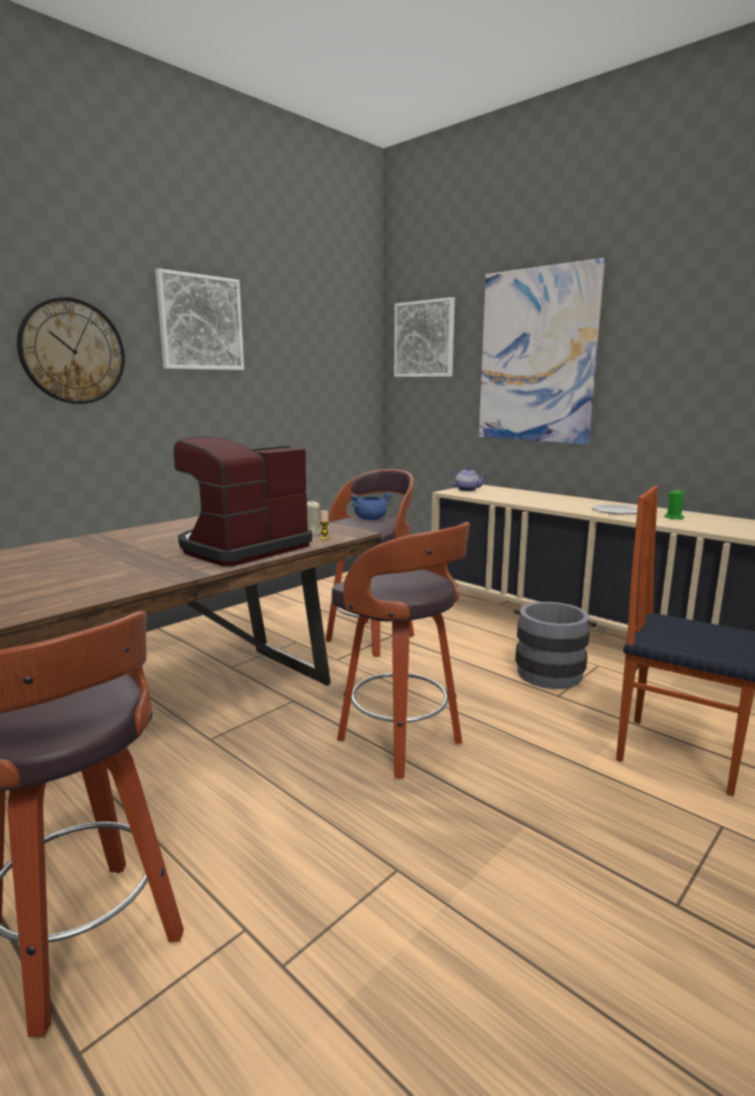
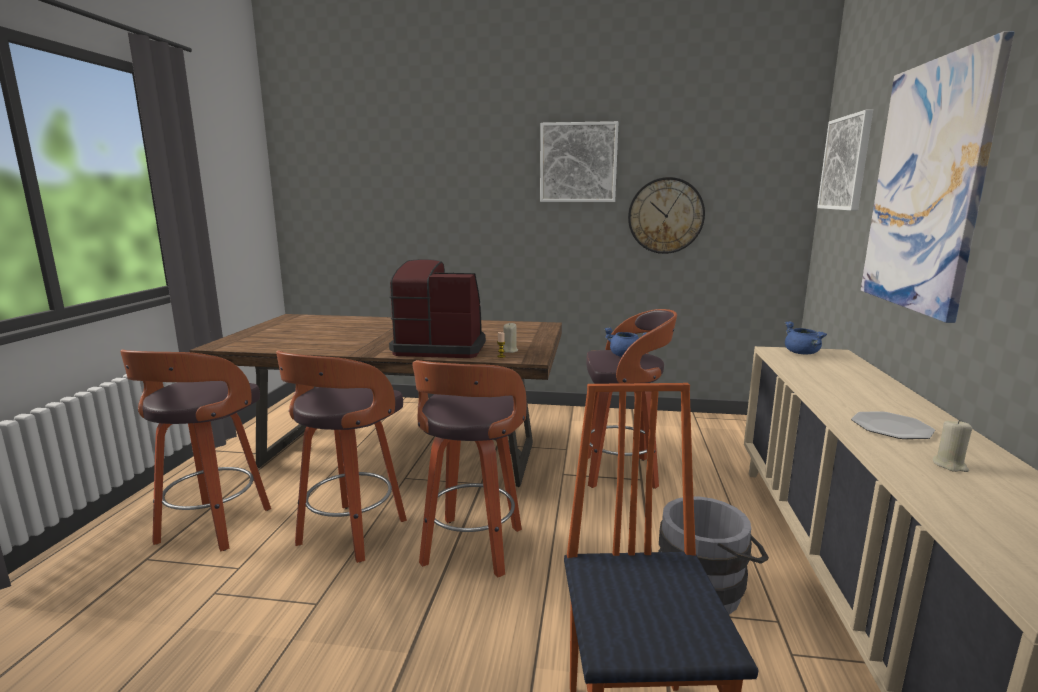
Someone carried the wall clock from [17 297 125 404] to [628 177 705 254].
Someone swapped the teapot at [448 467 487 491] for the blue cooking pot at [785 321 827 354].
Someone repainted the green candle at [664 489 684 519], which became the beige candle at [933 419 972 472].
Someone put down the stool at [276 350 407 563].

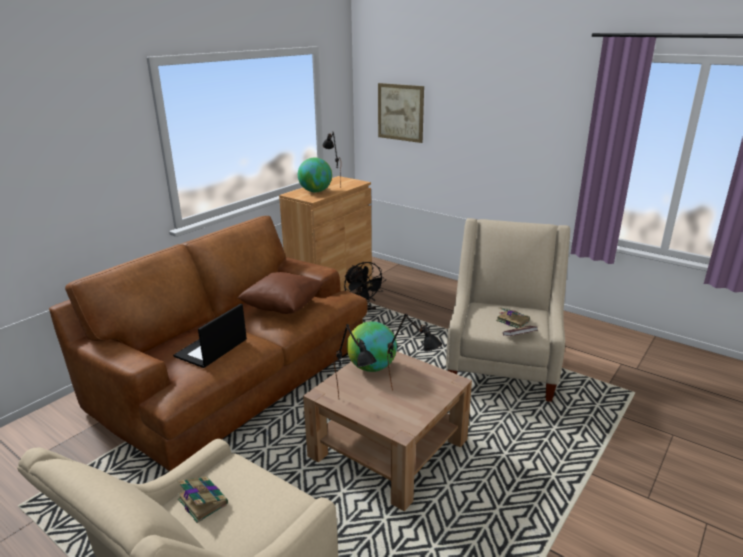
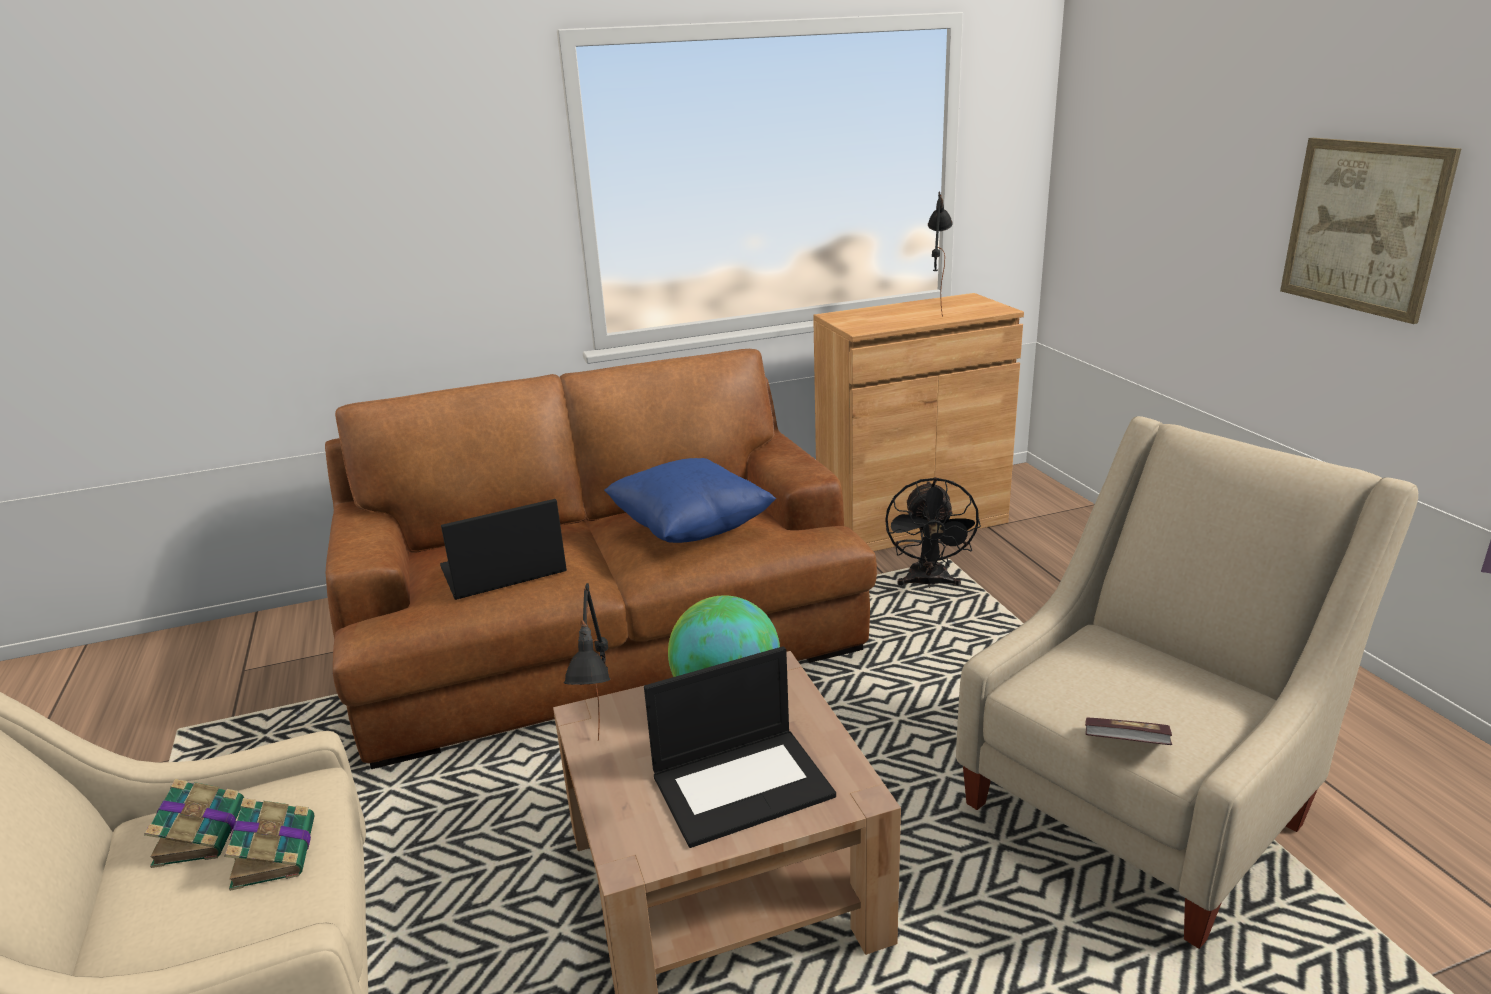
Someone repainted the brown pillow at [238 272 323 314], which became the blue pillow at [604 458 776 543].
Someone took away the globe at [298 157 332 192].
Someone carried the picture from [378 83 424 143] to [1280 138 1461 324].
Someone swapped the black table lamp at [387 314 442 390] for the laptop at [644 646 836 848].
Someone carried the book from [496 307 530 328] to [224 798 315 891].

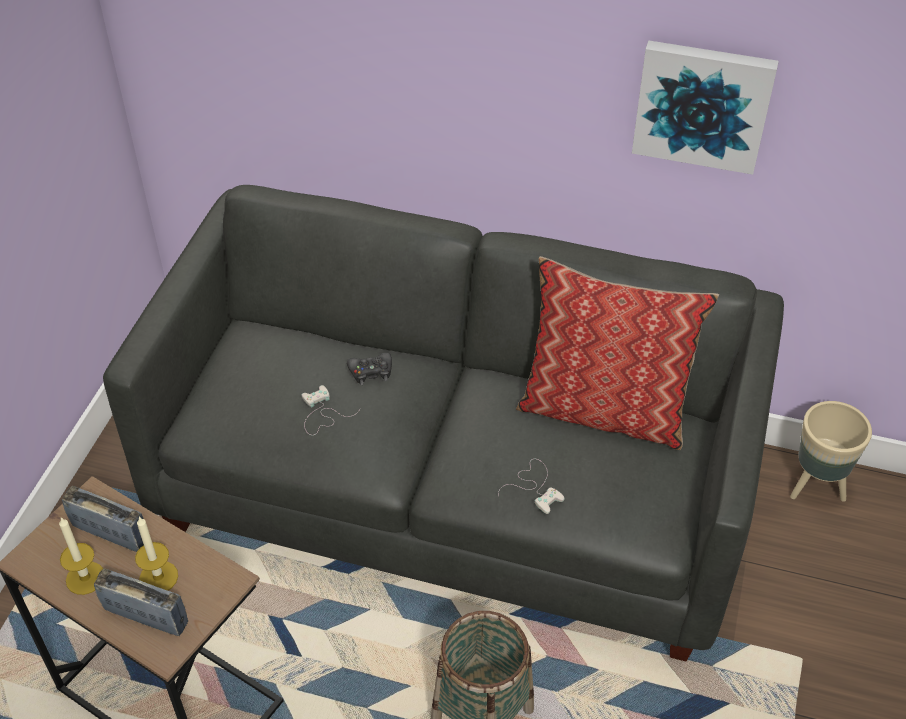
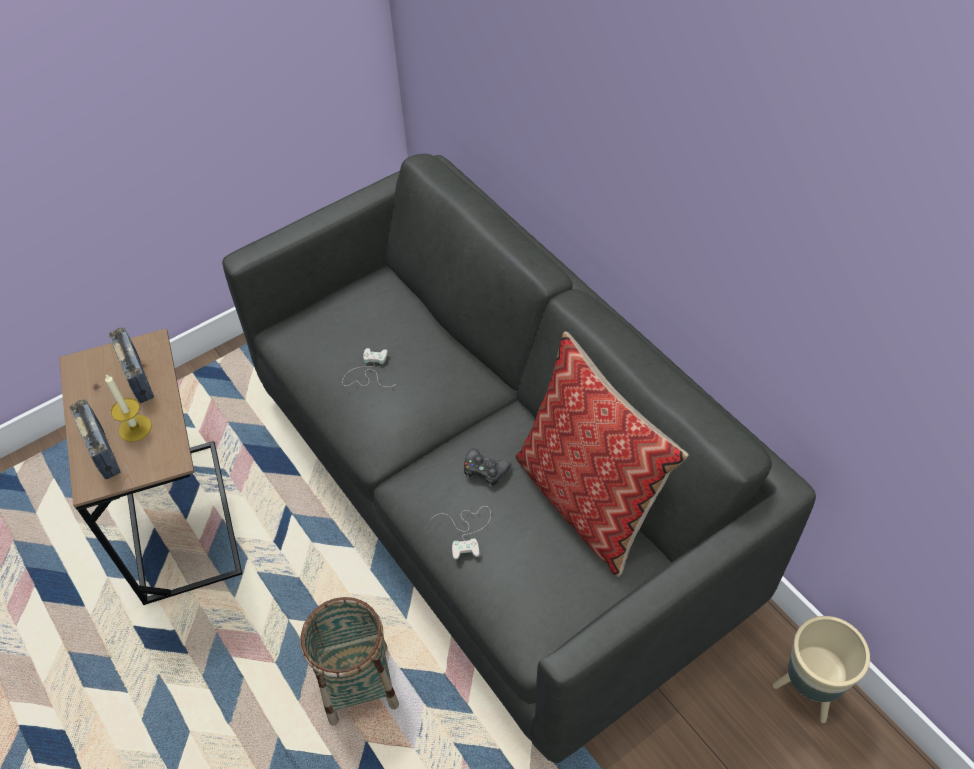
Someone took away the candle at [59 517 103 595].
Someone carried the black game controller from [347 353 392 385] to [464 448 512 488].
Someone took away the picture at [632 40 779 175].

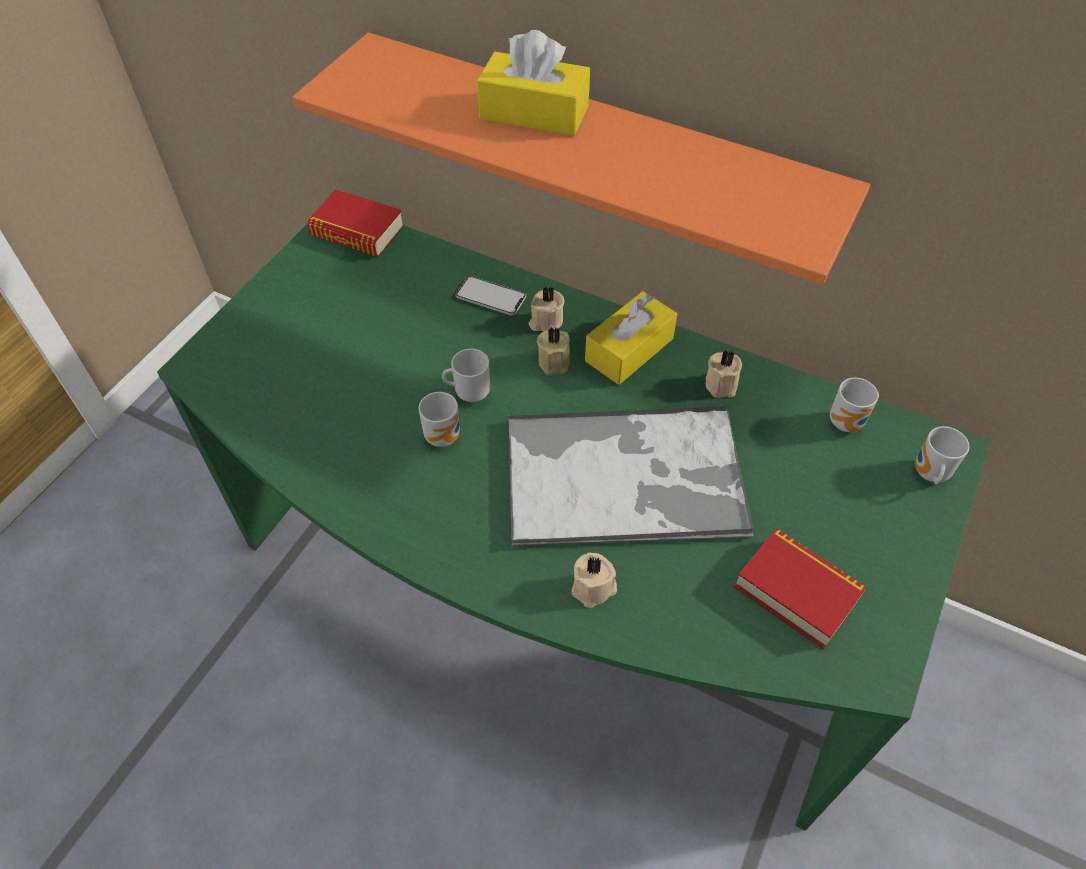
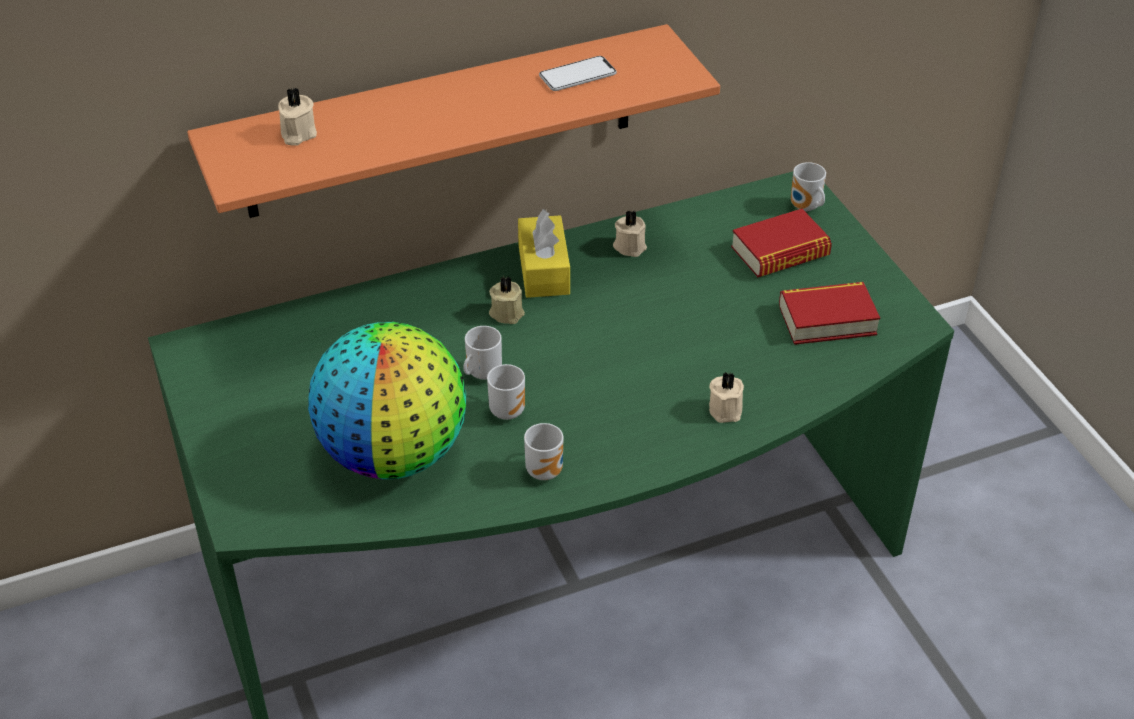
Someone carried the book from [307 189 404 257] to [731 209 832 277].
Someone carried the phone from [455 276 526 315] to [539 56 617 91].
Someone took away the yellow tissue box at [477 30 590 136].
Someone took away the tray at [507 406 755 546].
Someone carried the beige candle from [529 286 564 331] to [278 87 317 146].
Someone carried the mug from [830 378 879 432] to [524 423 563 480].
Someone put down the globe at [308 322 466 479].

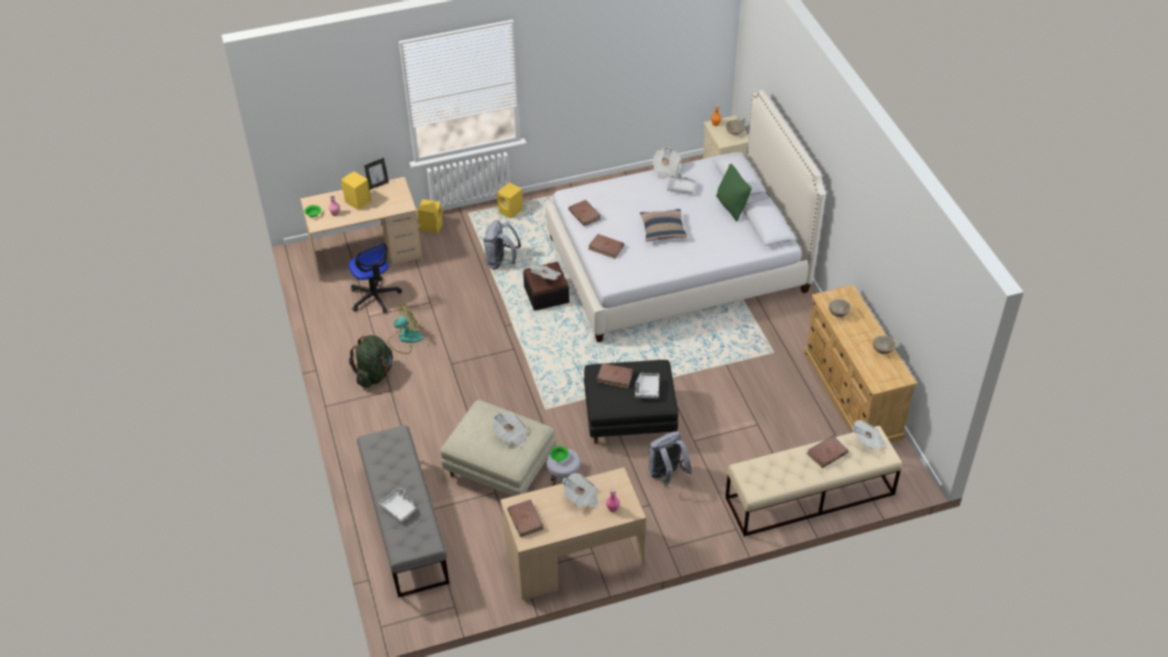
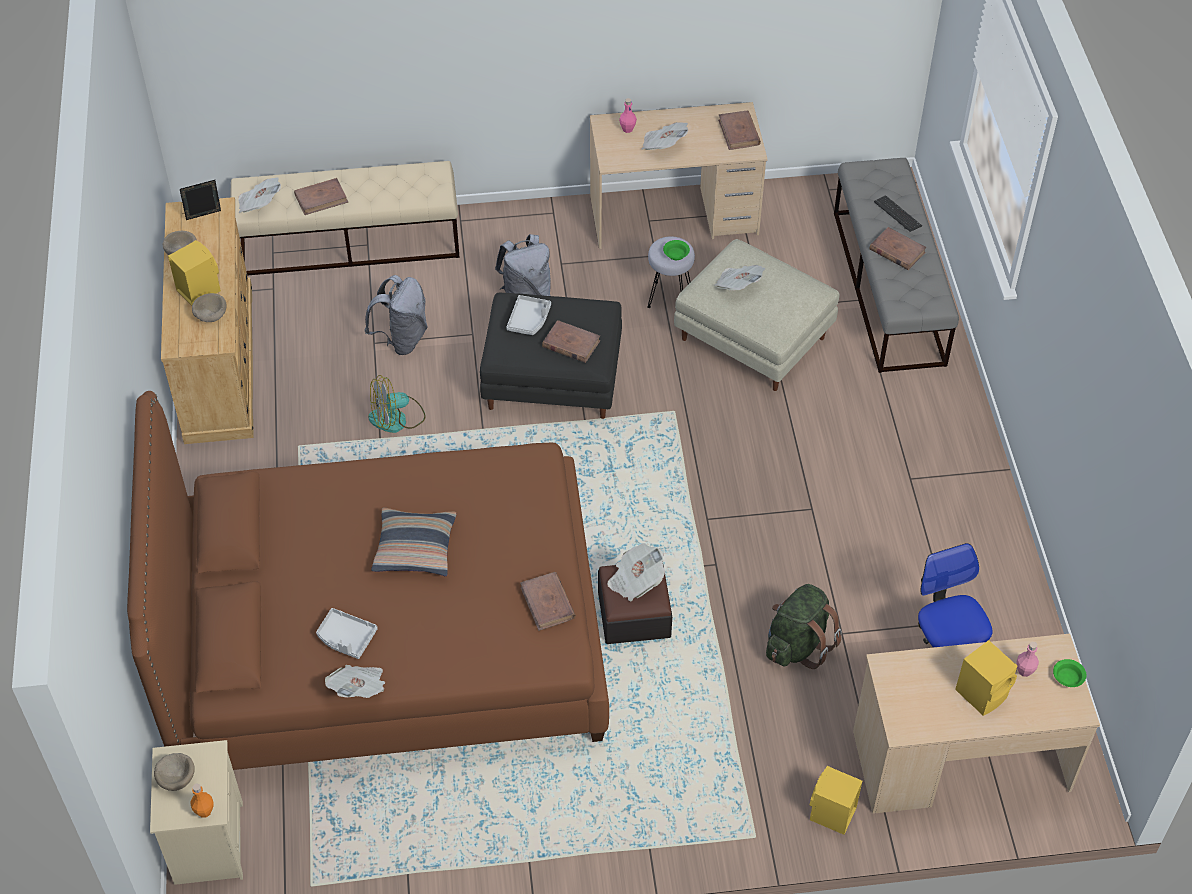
Someone carried the green backpack from [349 335 393 388] to [766 584 842 669].
Someone carried the picture frame from [364 158 389 190] to [180 180 221 220].
Someone swapped the grey tray at [379 488 416 522] for the keyboard at [874 195 922 232].
Someone carried the fan from [388 303 424 354] to [368 375 426 433].
Someone carried the grey backpack from [483 220 521 270] to [364 275 428 355].
Someone carried the yellow speaker from [497 182 523 219] to [168 240 221 305].
Someone repainted the white bed at [546 90 826 343], which became the brown bed at [127 391 609 770].
Someone carried the brown book from [589 234 624 259] to [869 227 927 270].
Someone took away the green pillow at [716 163 752 221].

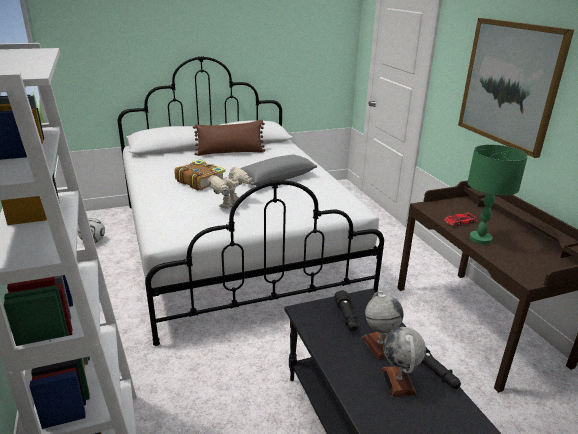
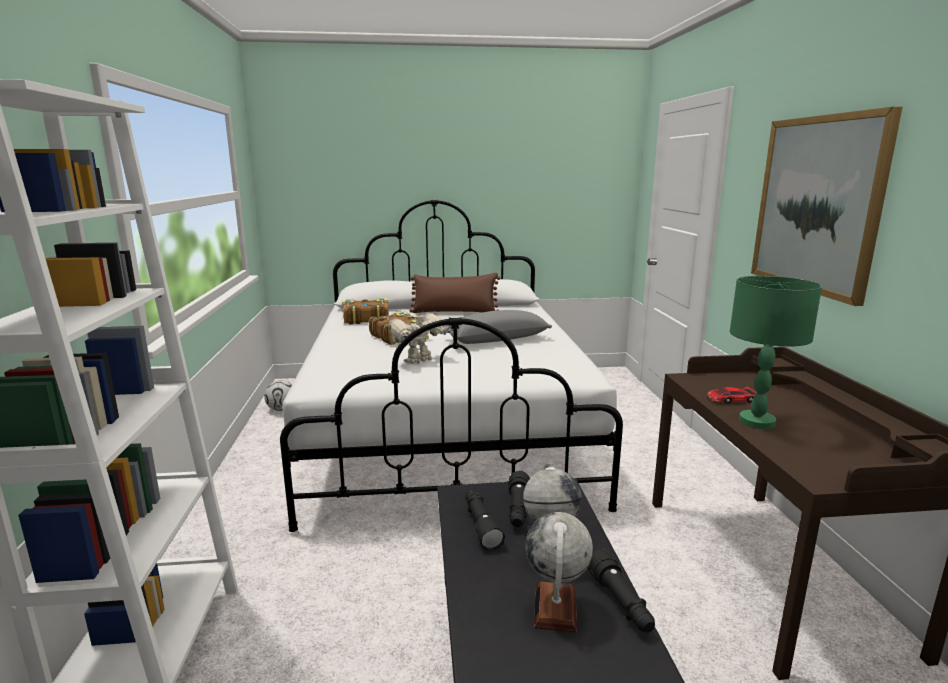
Someone put down the book at [342 298 389 324].
Someone put down the black flashlight at [465 490 505 551].

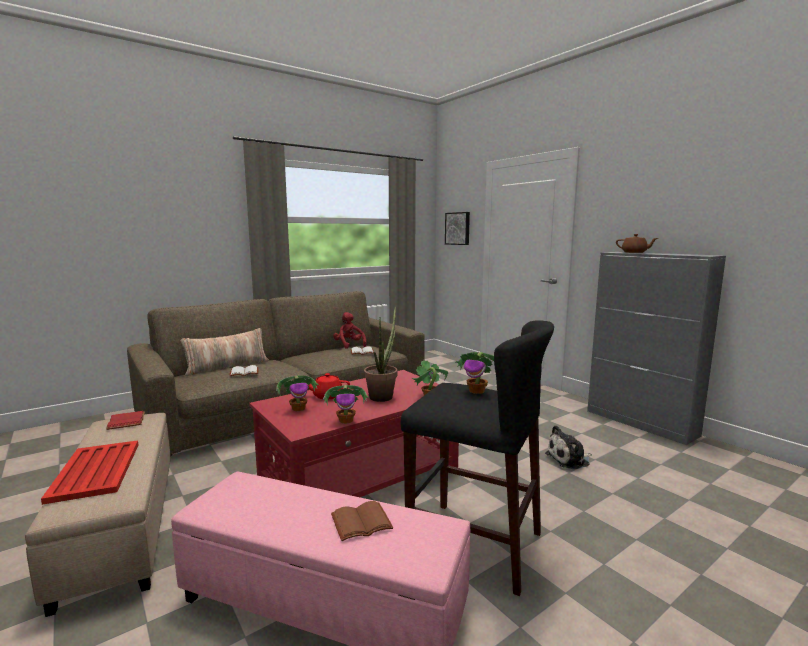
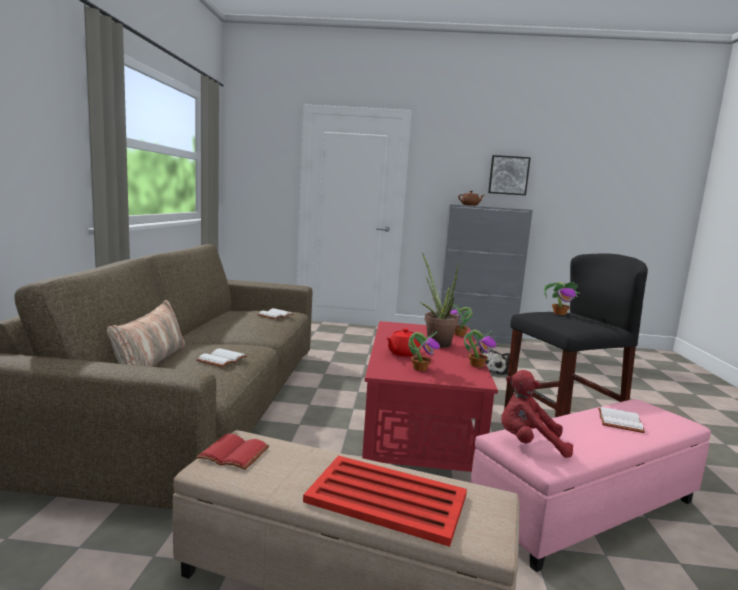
Someone repainted the brown book at [331 501 393 541], which became the white book at [598 407 645 433].
Someone carried the red plush toy from [333 312 367 349] to [501 370 573 458].
Someone carried the picture from [445 212 470 245] to [488 155 531 195].

